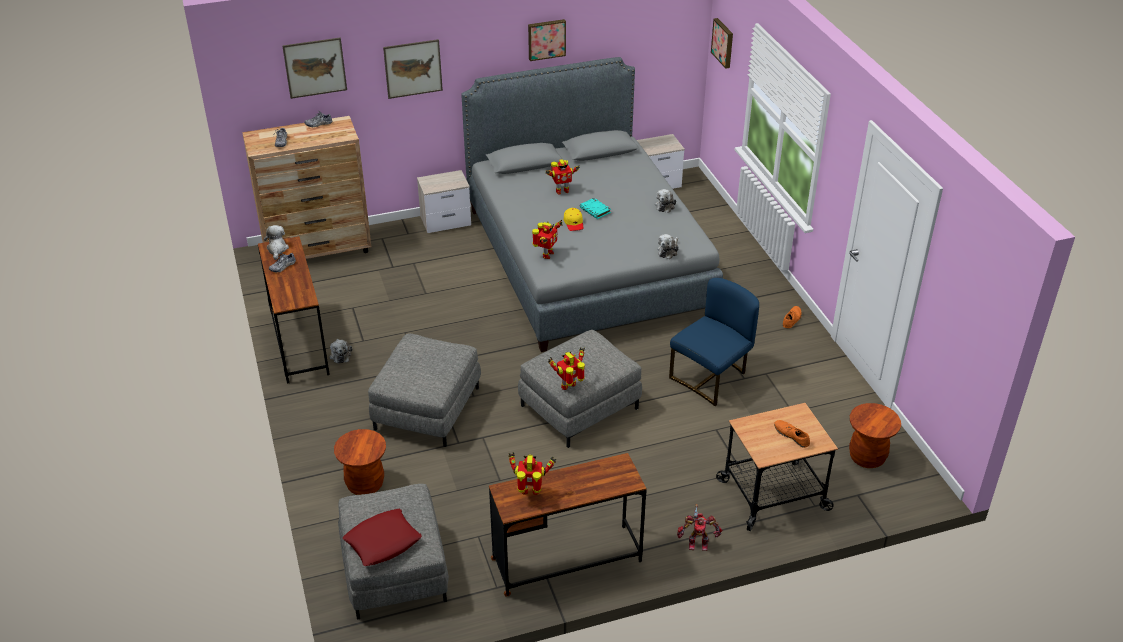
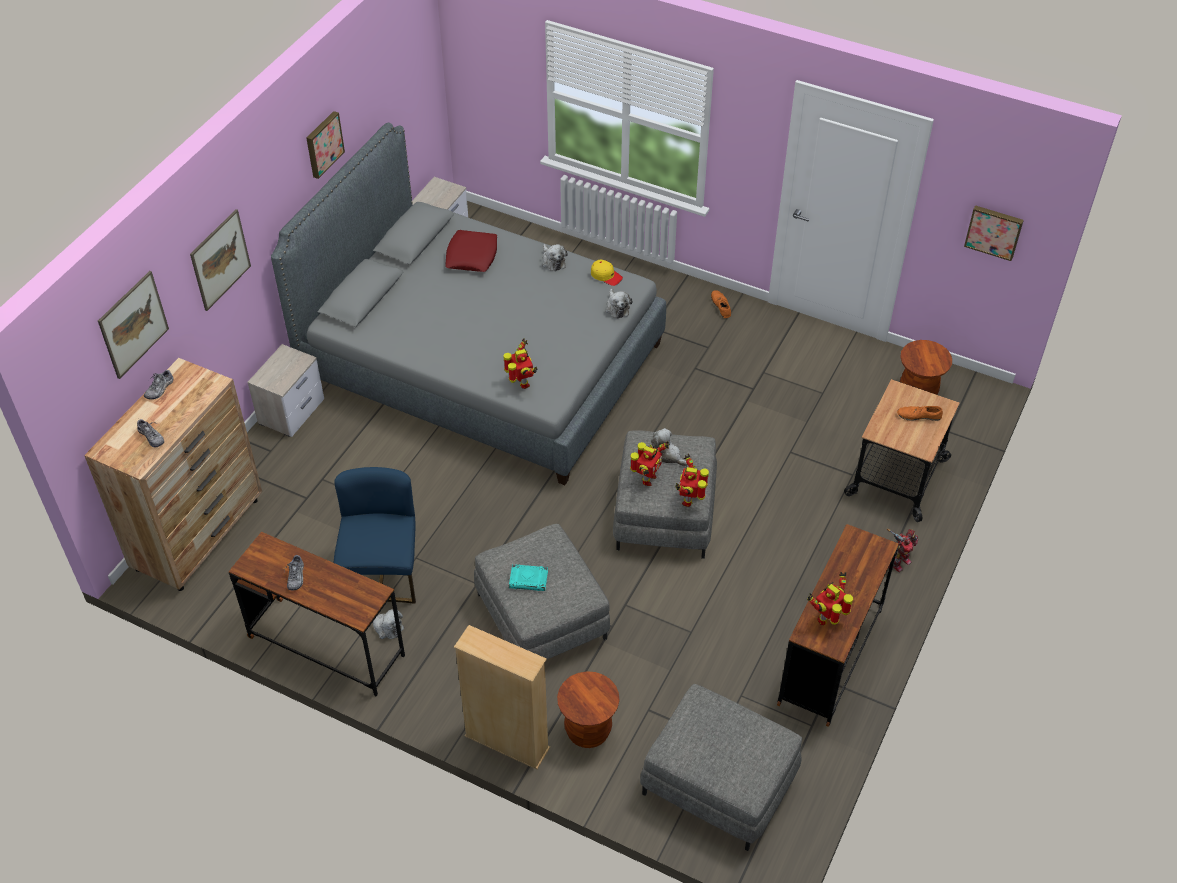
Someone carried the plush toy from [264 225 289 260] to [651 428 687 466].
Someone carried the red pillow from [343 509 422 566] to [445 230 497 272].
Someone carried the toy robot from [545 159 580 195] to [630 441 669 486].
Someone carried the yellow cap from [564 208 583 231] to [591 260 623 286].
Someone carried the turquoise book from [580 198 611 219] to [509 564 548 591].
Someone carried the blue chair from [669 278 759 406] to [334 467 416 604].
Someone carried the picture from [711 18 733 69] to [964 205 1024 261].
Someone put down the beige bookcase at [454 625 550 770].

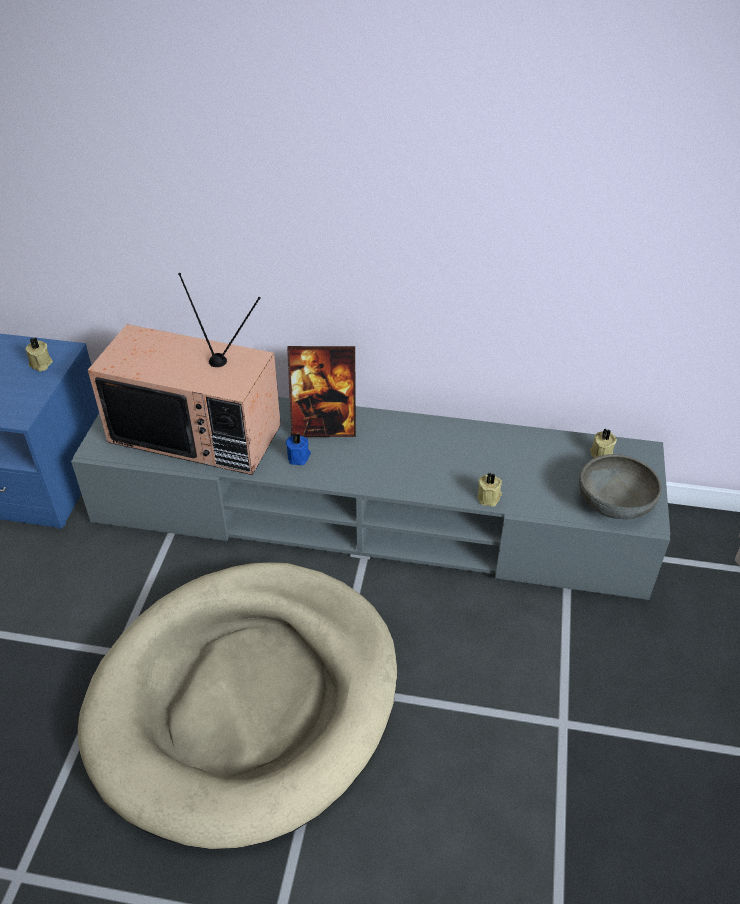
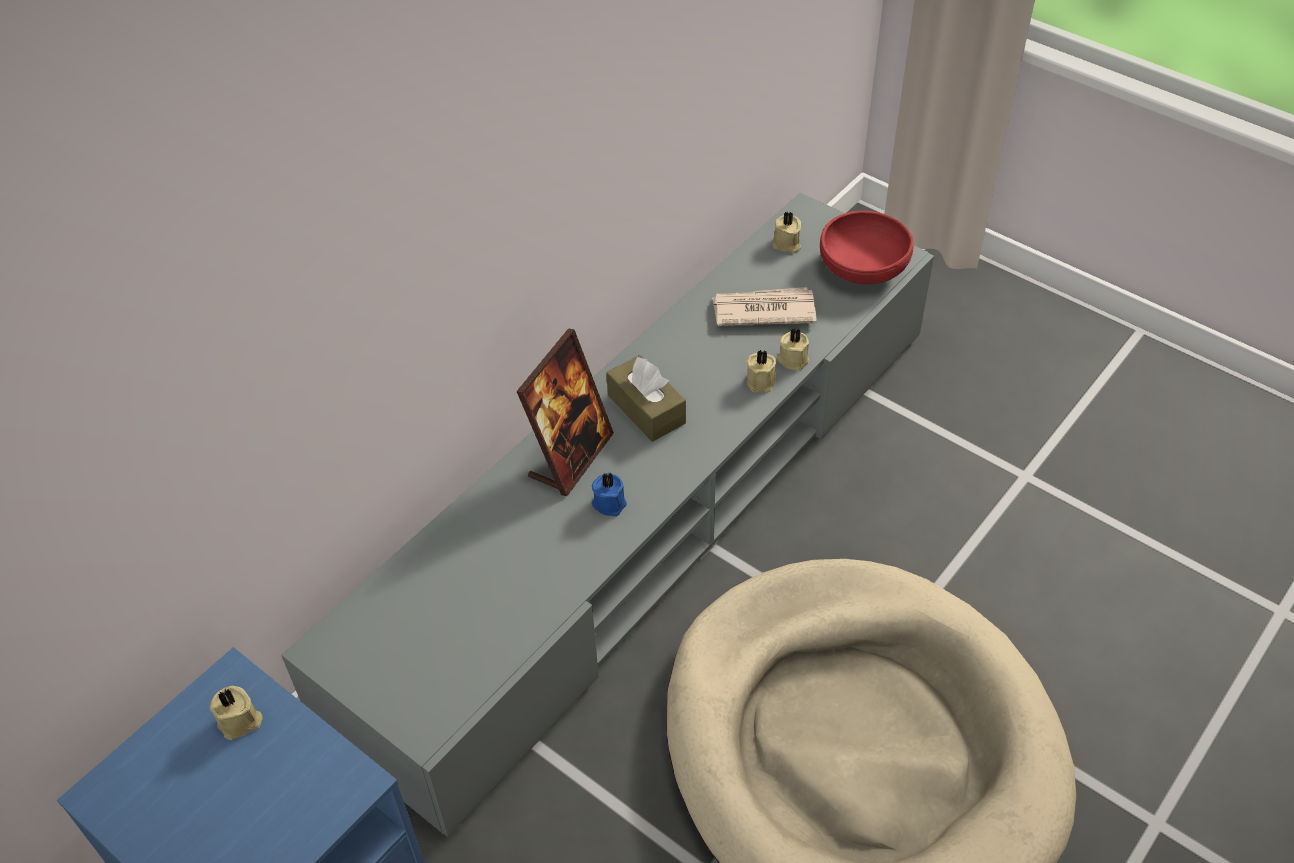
Someone took away the television at [88 273 281 475].
Someone repainted the grey bowl at [579 454 661 519], which became the red bowl at [820 211 914 284].
Someone put down the brown tissue box at [606 355 686 442].
Someone put down the newspaper at [712 287 817 326].
Someone put down the beige candle at [746 350 777 393].

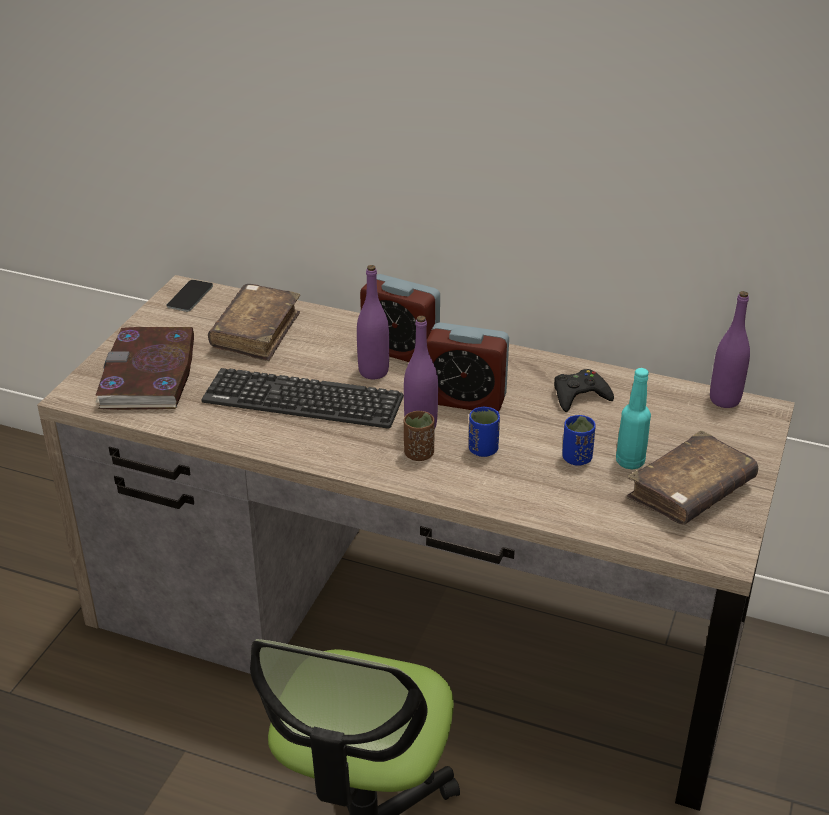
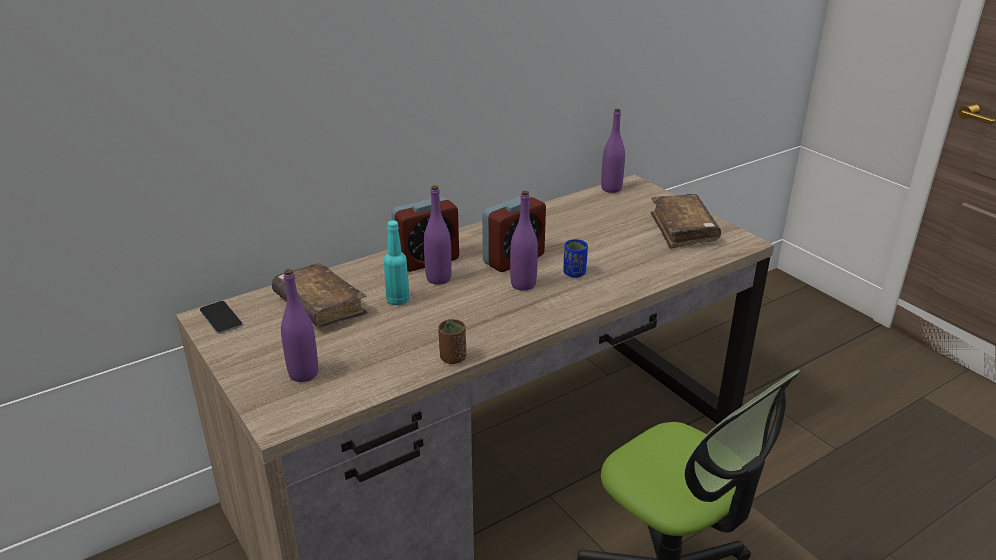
Someone swapped the book at [95 327 194 410] for the purple bottle at [281 269 318 382].
Someone took away the keyboard at [201 368 404 428].
Someone carried the brown cup from [404 411 434 461] to [438 319 466 364].
Someone took away the black game controller at [554 369 614 412].
Someone took away the blue cup at [562 415 596 466].
Someone carried the turquoise bottle from [616 368 651 469] to [384 221 410 305].

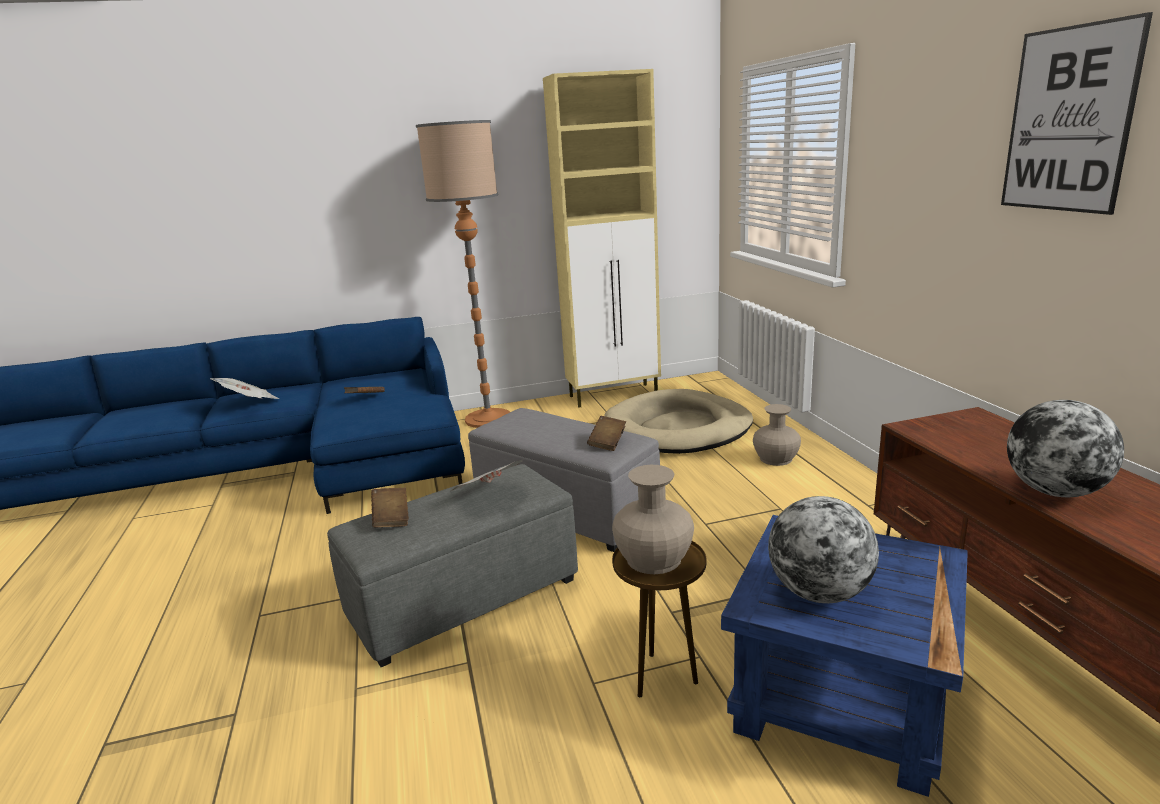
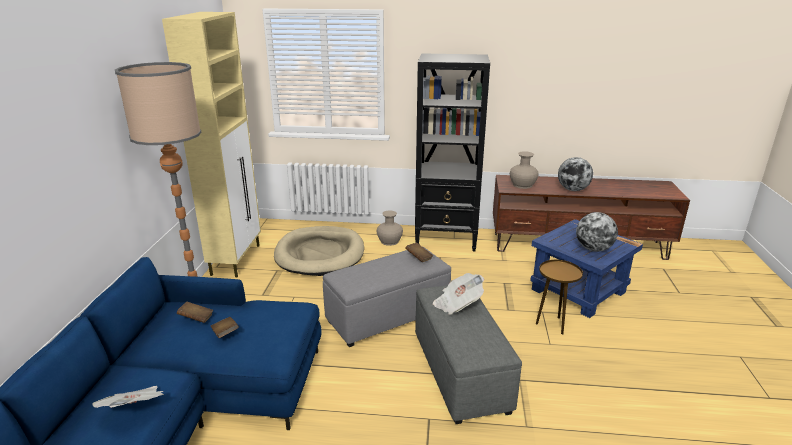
Someone carried the brown book from [371 488 409 528] to [177 301 213 323].
Someone carried the beige vase from [612 465 694 574] to [510 151 538 189].
Someone took away the picture at [1001 12 1153 215].
Someone put down the black bookcase at [415 53 490 251].

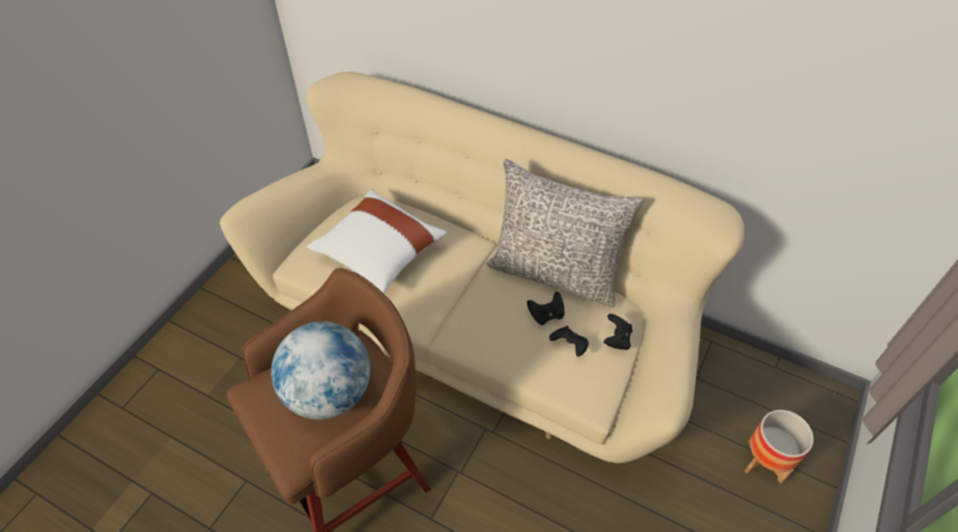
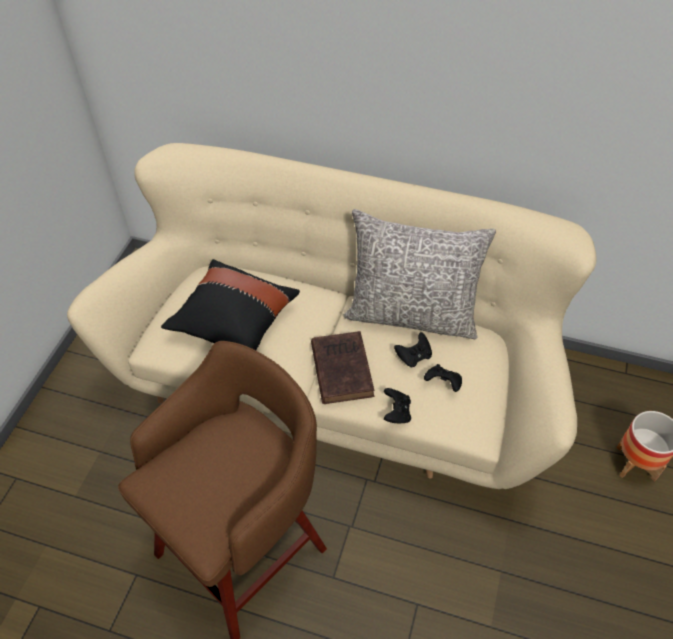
Someone took away the globe at [271 321 370 419].
Someone repainted the white pillow at [307 189 447 293], which became the black pillow at [161 259 300 350].
Someone carried the black game controller from [604 314 632 350] to [384 388 411 423].
Someone put down the brown book at [311 331 374 404].

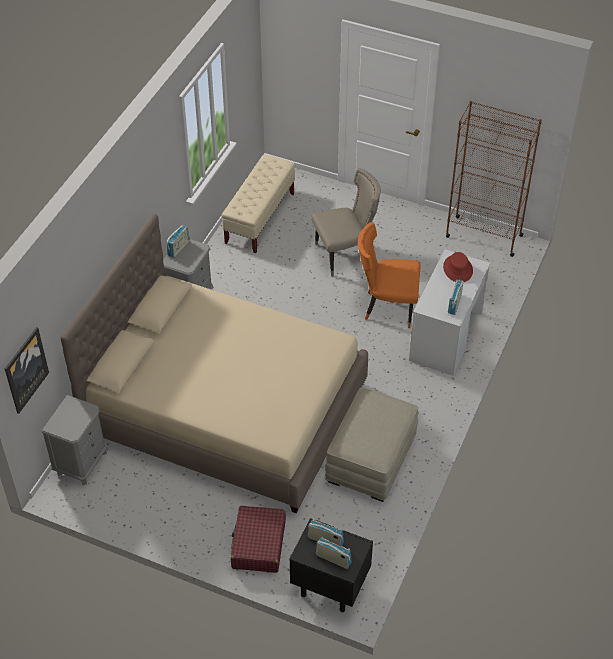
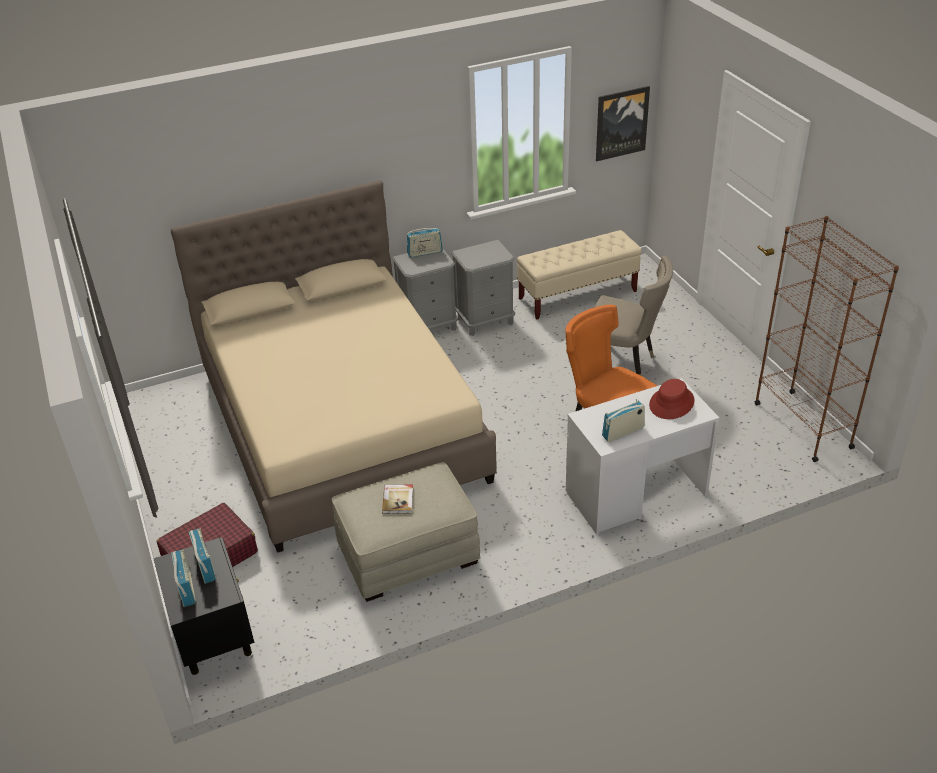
Someone carried the picture from [5 327 49 414] to [596 86 650 161].
Someone carried the grey nightstand from [42 395 107 485] to [451 240 515 336].
Someone put down the book at [382 484 413 514].

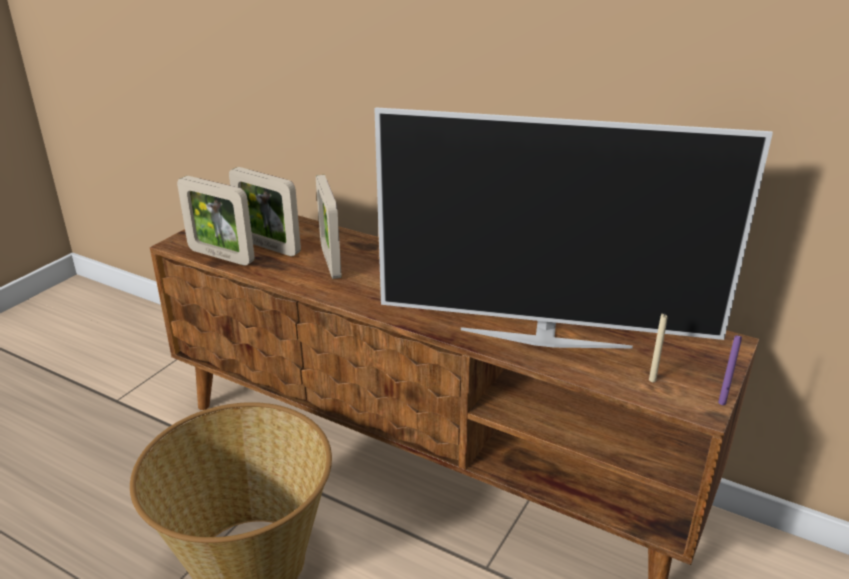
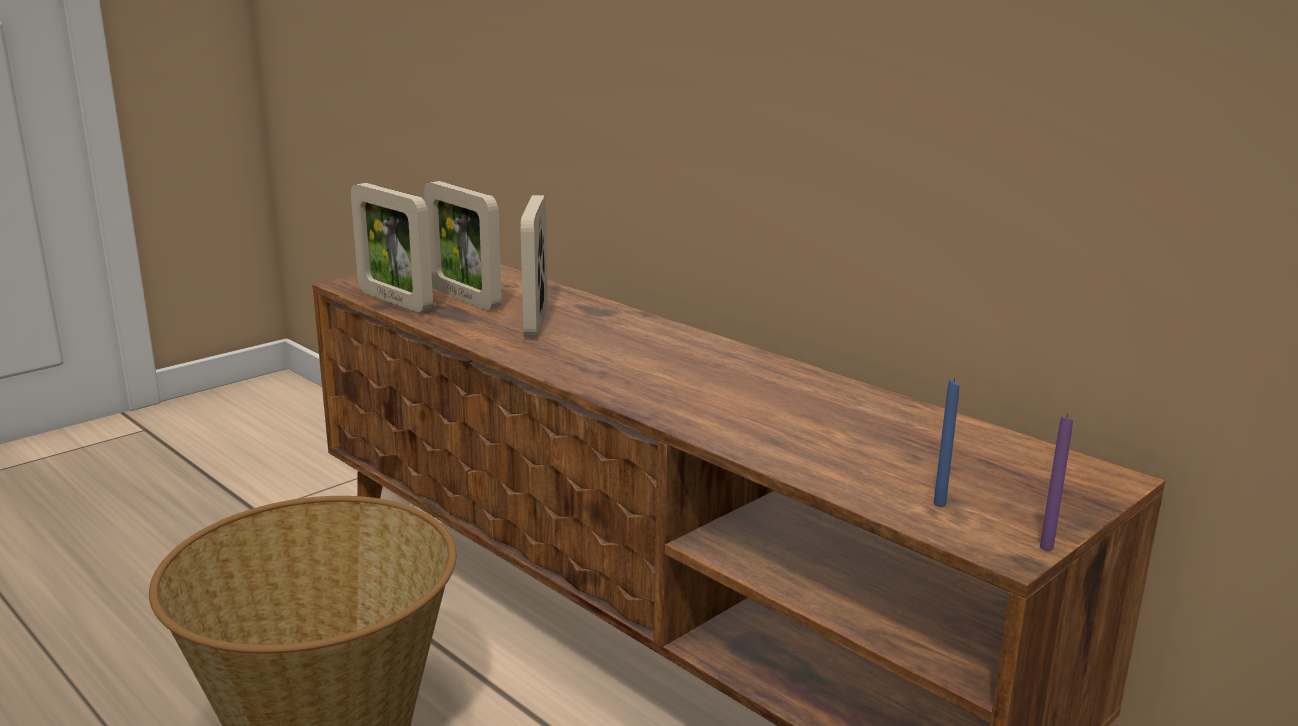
Someone took away the television at [374 107 773 348].
Someone repainted the beige candle at [649 314 667 382], which became the blue candle at [934 378 960 507].

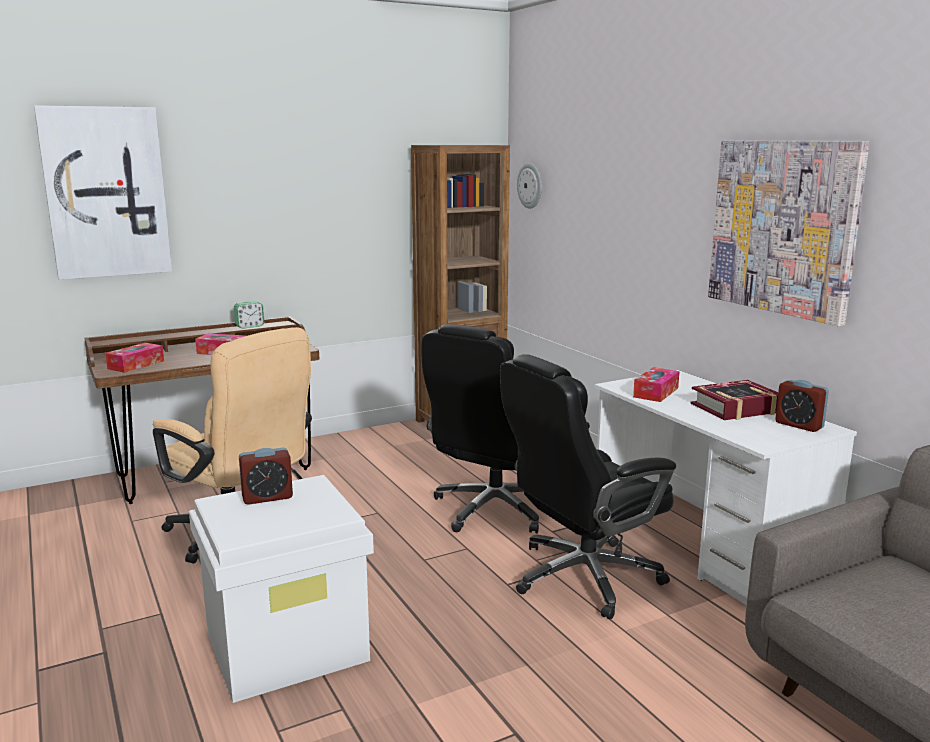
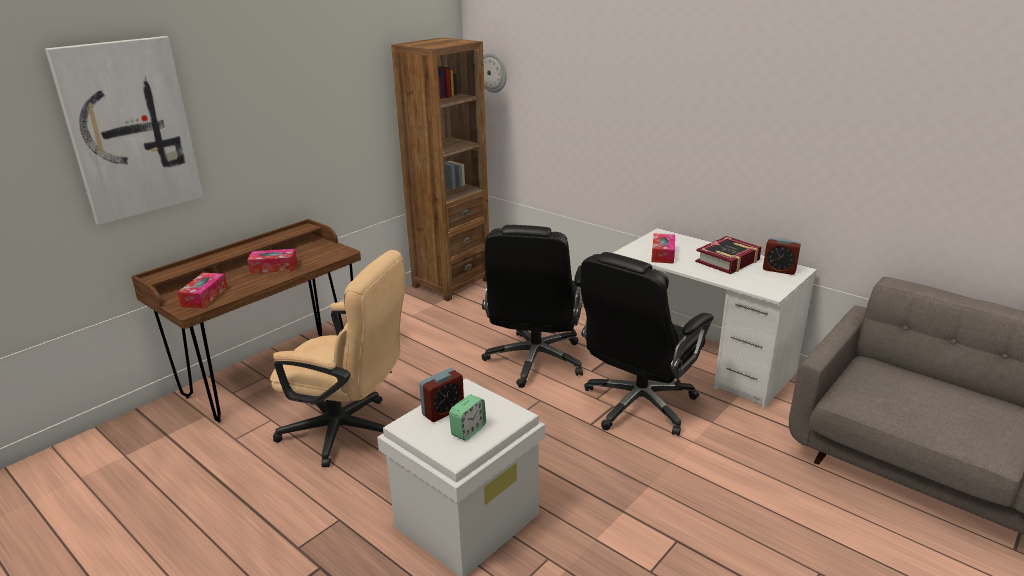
Someone carried the alarm clock from [234 301 264 329] to [449 395 486 441].
Someone took away the picture at [708 141 870 326].

